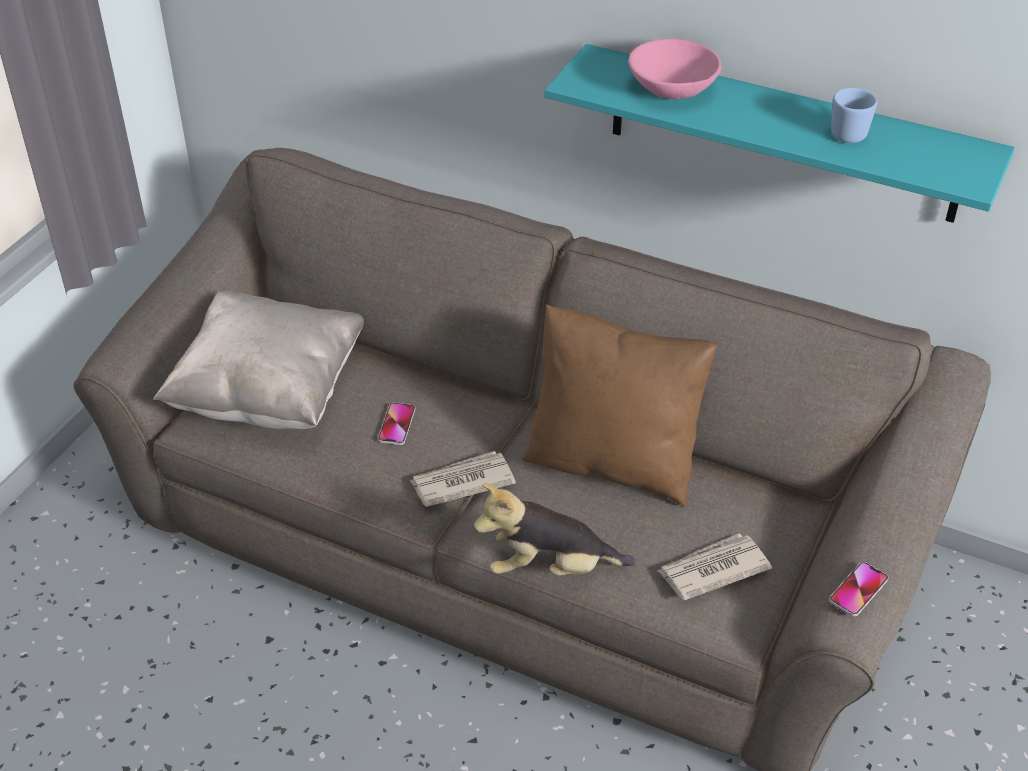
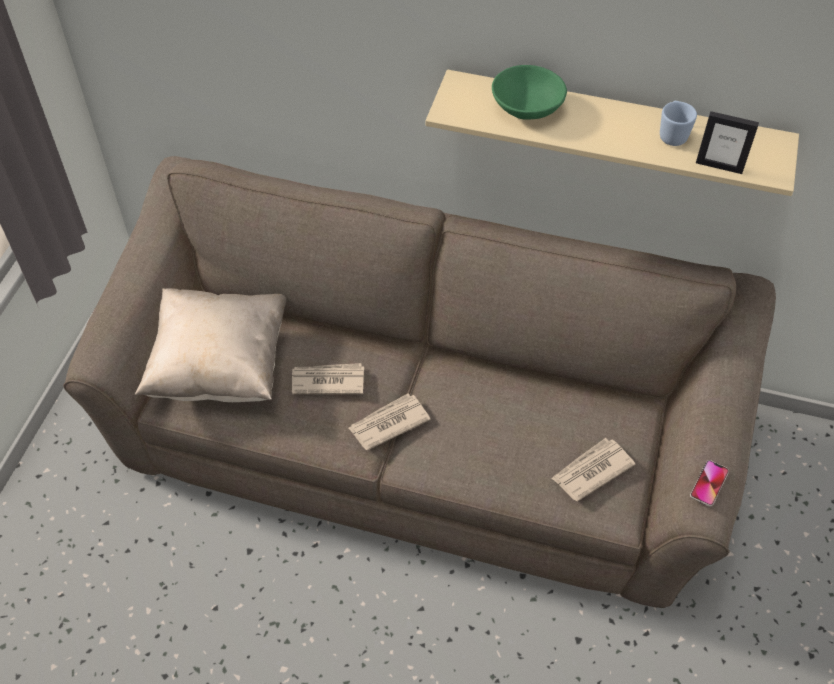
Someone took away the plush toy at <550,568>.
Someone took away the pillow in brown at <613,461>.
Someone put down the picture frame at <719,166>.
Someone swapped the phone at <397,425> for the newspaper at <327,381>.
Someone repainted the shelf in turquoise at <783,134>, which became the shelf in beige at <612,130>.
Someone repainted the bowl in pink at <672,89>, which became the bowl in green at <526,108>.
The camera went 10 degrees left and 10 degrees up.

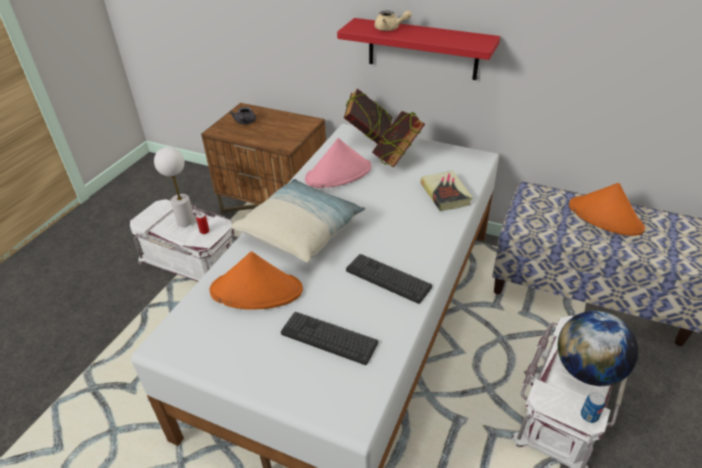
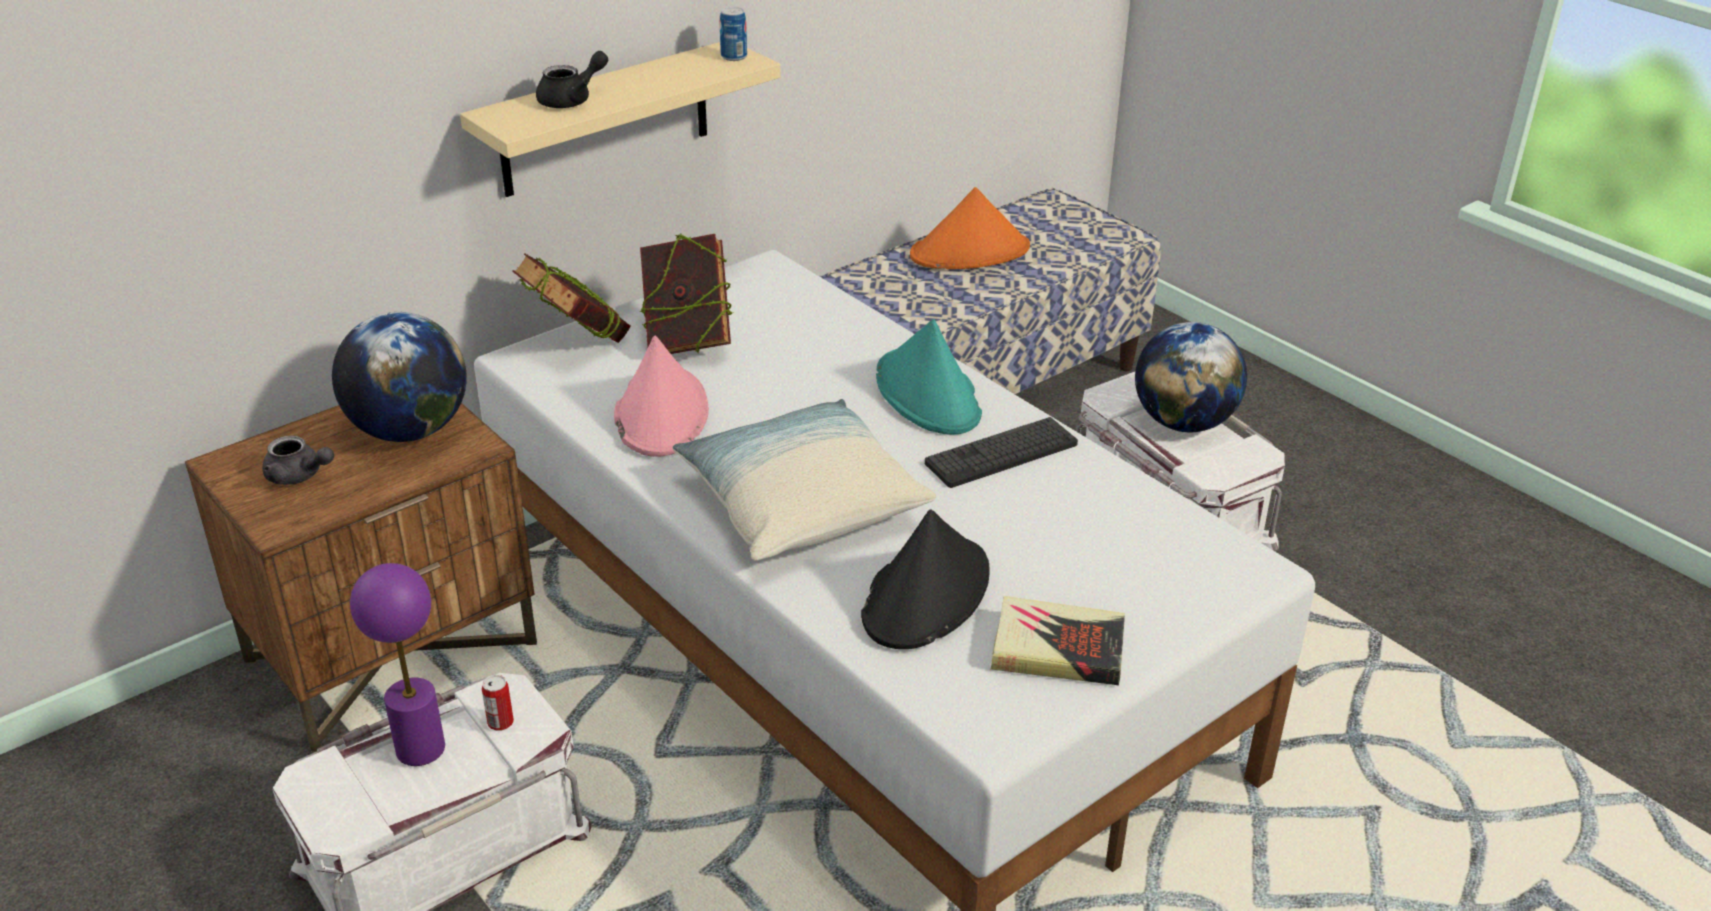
Someone took away the keyboard at <329,338>.
Someone put down the globe at <409,430>.
Someone put down the hat in turquoise at <928,394>.
Someone carried the book from <445,194> to <1057,649>.
Someone carried the can from <589,416> to <734,57>.
Someone repainted the table lamp in white at <185,220>, which became the table lamp in purple at <419,748>.
Someone repainted the hat in orange at <257,290>, which became the hat in black at <926,594>.
Someone repainted the shelf in red at <422,49>, which became the shelf in beige at <605,119>.
Someone repainted the teapot in beige at <390,29>, which became the teapot in black at <572,100>.
The camera went 65 degrees left and 5 degrees down.

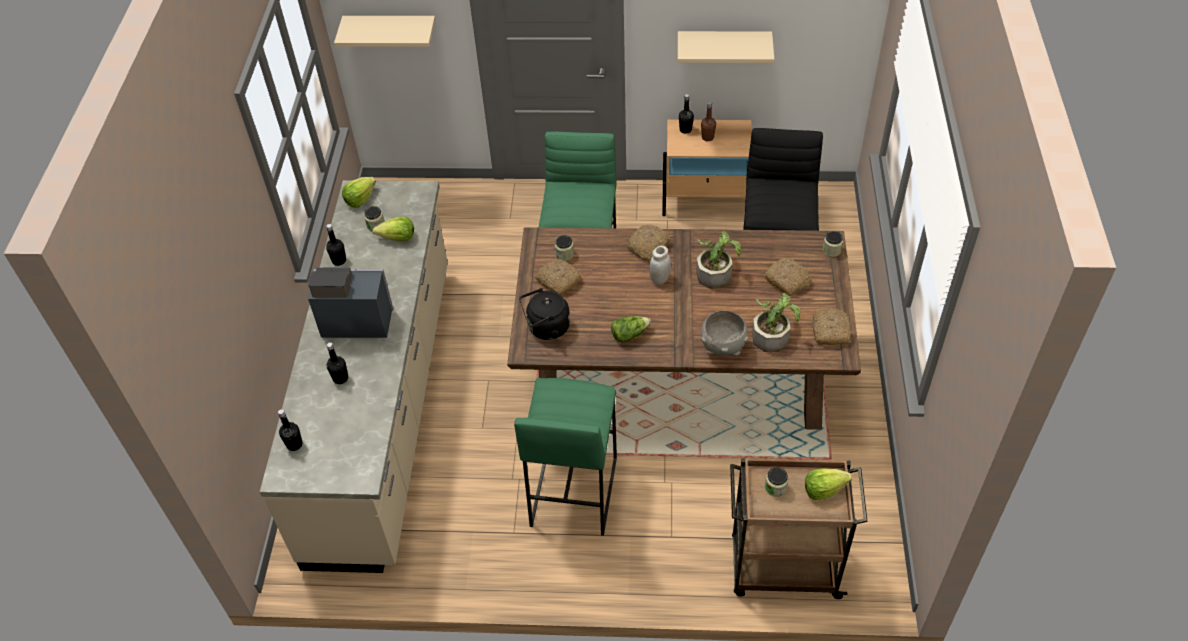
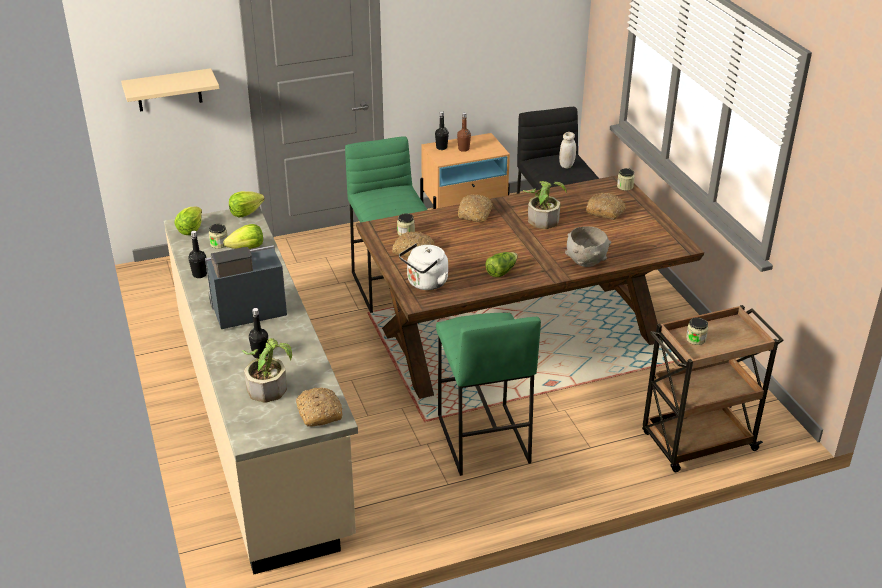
Someone took away the bottle in black at <294,444>.
Someone took away the shelf in beige at <723,46>.
Someone carried the jar in white from <660,279> to <566,165>.
Someone carried the potted plant from <773,334> to <269,385>.
Someone carried the lettuce from <824,489> to <246,212>.
Someone carried the bread from <829,330> to <318,412>.
Someone repainted the kettle in black at <546,328>, which became the kettle in white at <425,283>.
The camera went 25 degrees left and 15 degrees down.

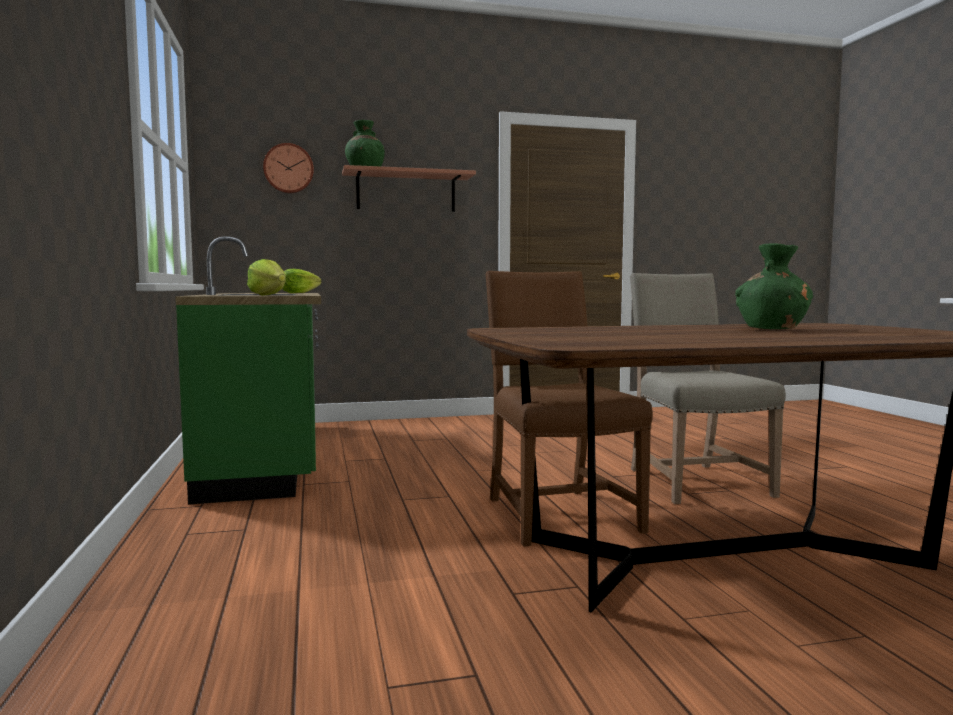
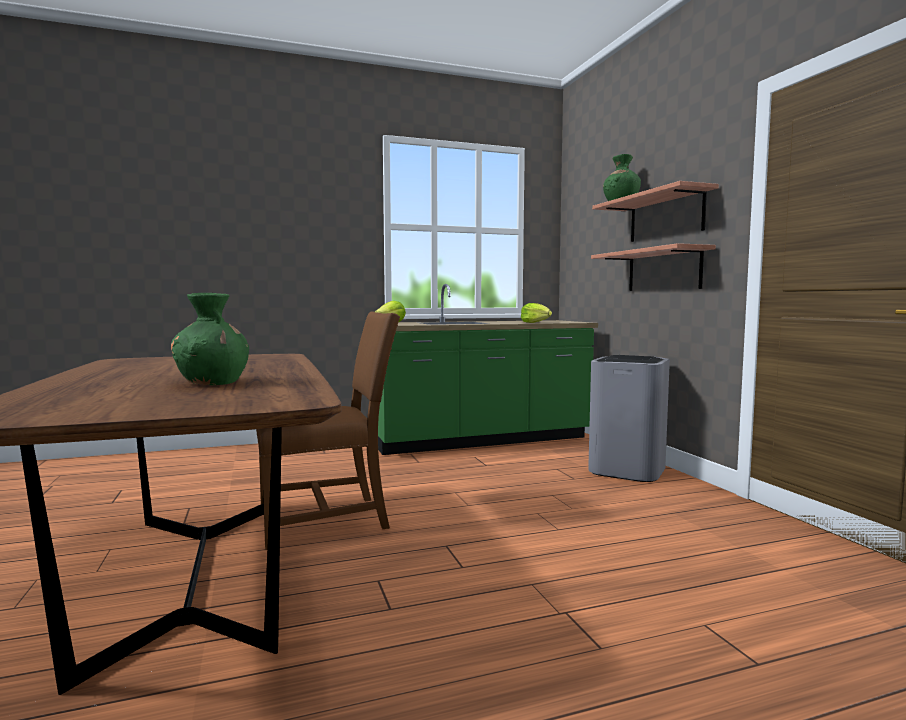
Someone took away the wall clock at <288,168>.
Someone took away the chair in beige at <693,481>.
Someone put down the trash can in grey at <627,469>.
Someone put up the shelf at <663,270>.
The camera went 85 degrees right and 0 degrees up.

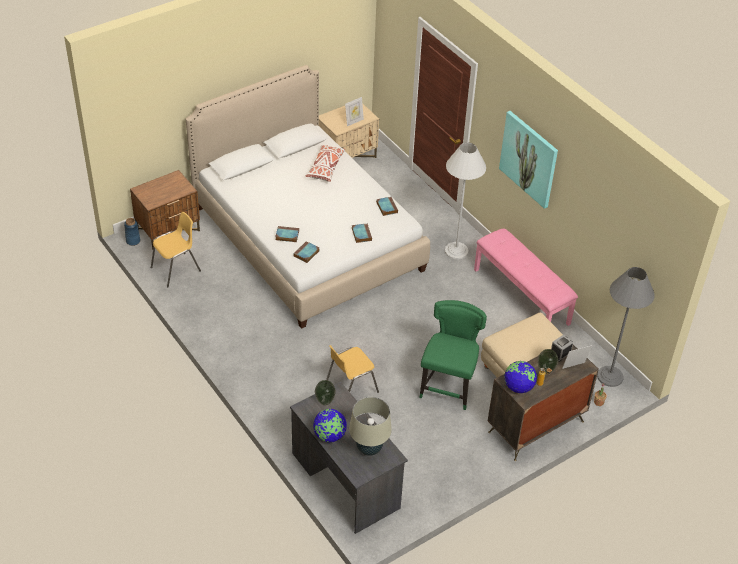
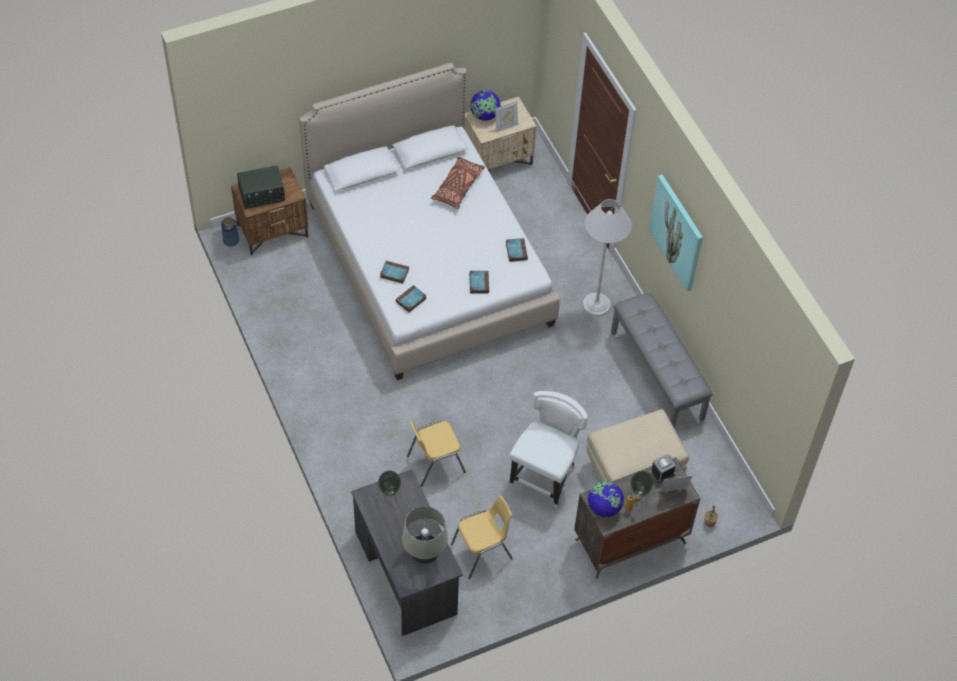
Someone took away the floor lamp in grey at <610,376>.
Someone put down the radio at <262,195>.
Someone carried the chair in yellow from <176,269> to <482,552>.
Someone carried the globe from <329,436> to <484,115>.
Someone repainted the pillow in white at <325,167>, which became the pillow in brown at <458,187>.
Someone repainted the chair in green at <448,387>, which became the chair in white at <545,477>.
Someone repainted the bench in pink at <522,296>, which became the bench in grey at <657,375>.
The camera went 10 degrees right and 10 degrees up.

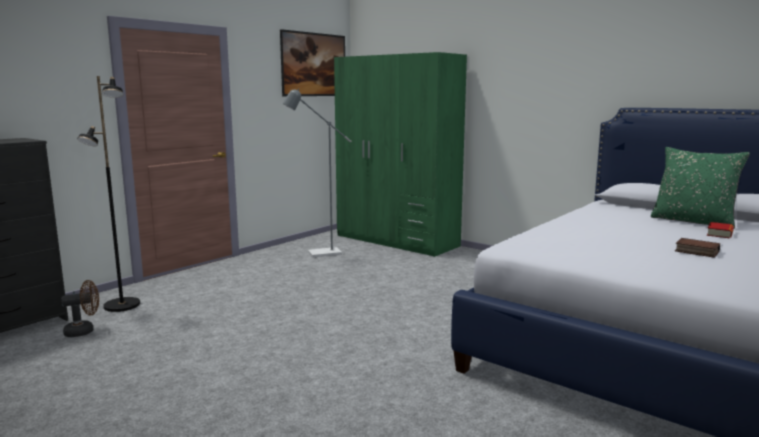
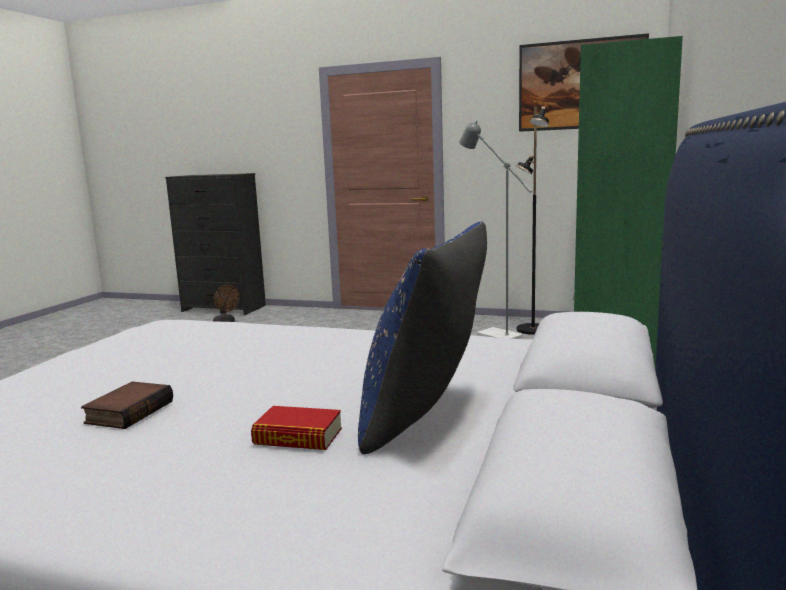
Someone carried the floor lamp in black from <121,305> to <532,330>.
Someone repainted the pillow in green at <693,221>, which became the pillow in blue at <425,416>.
The camera went 70 degrees right and 0 degrees up.

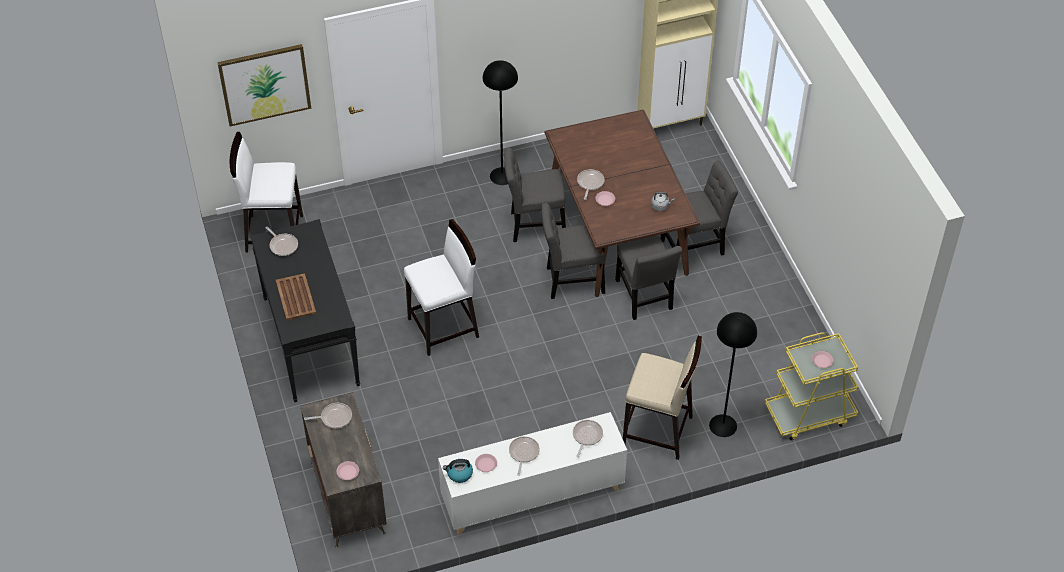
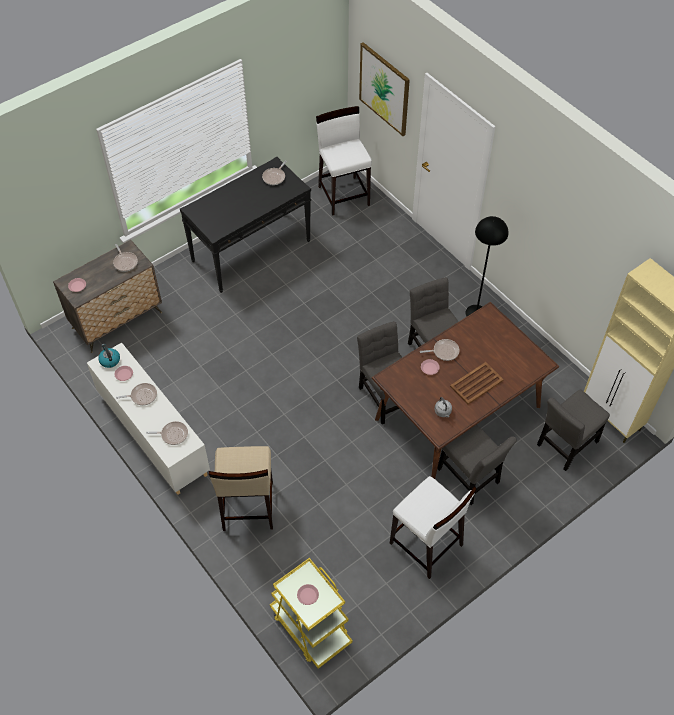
Someone took away the floor lamp in black at <723,426>.
Someone carried the tray in brown from <295,298> to <476,383>.
Someone carried the stool in white from <444,328> to <426,545>.
Someone carried the chair in grey from <644,297> to <565,445>.
The camera went 70 degrees right and 5 degrees up.

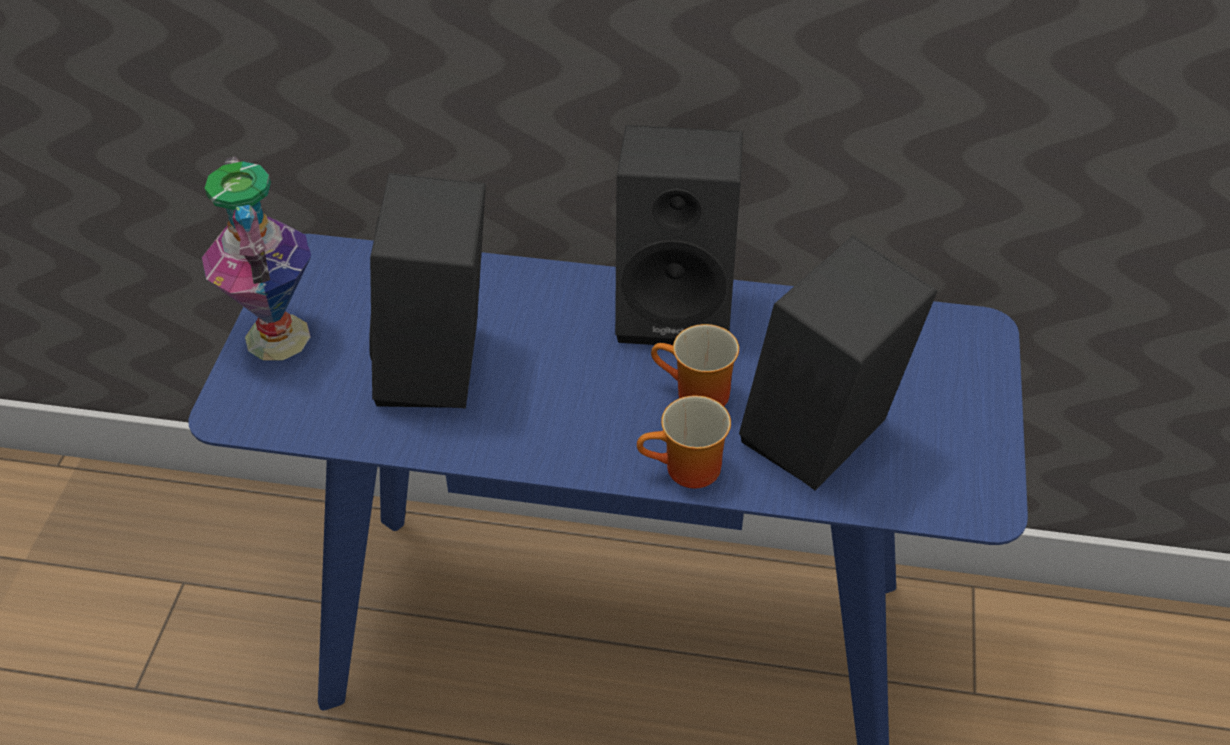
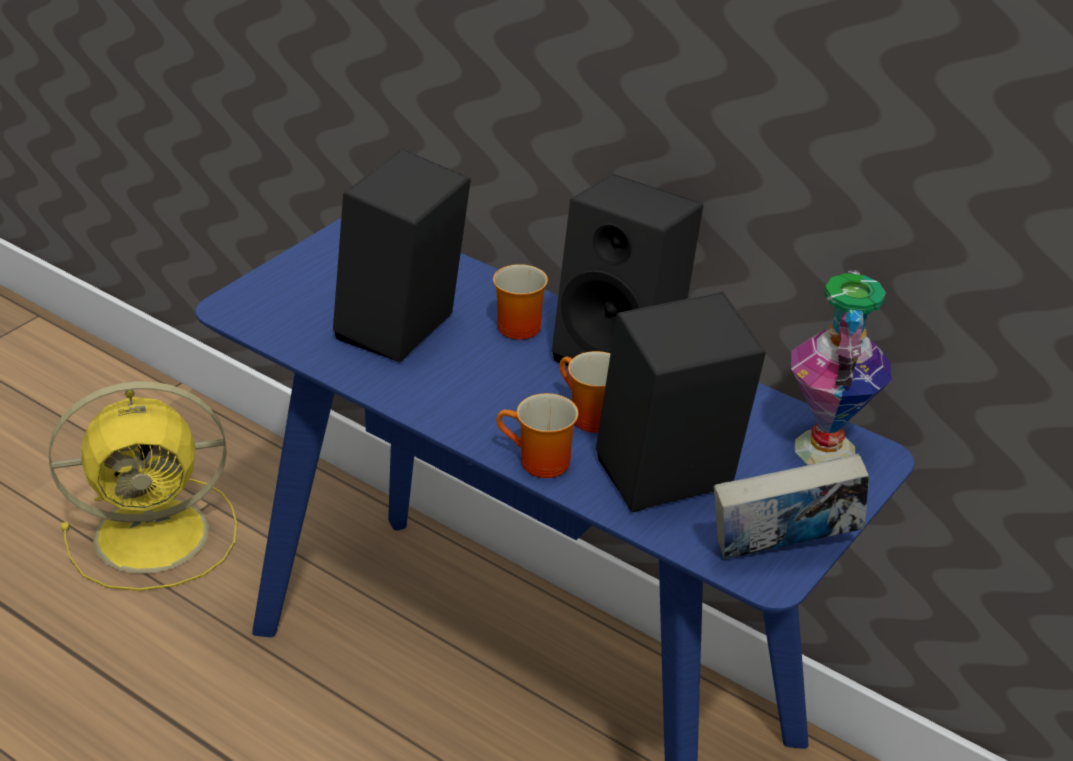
Someone put down the fan in yellow at <157,534>.
Someone put down the mug at <515,324>.
Someone put down the book at <782,552>.
Someone carried the vase from <279,337> to <826,449>.
The camera went 25 degrees right and 10 degrees down.

